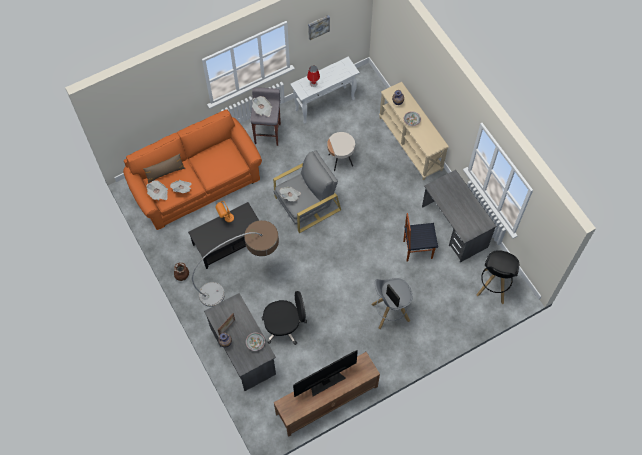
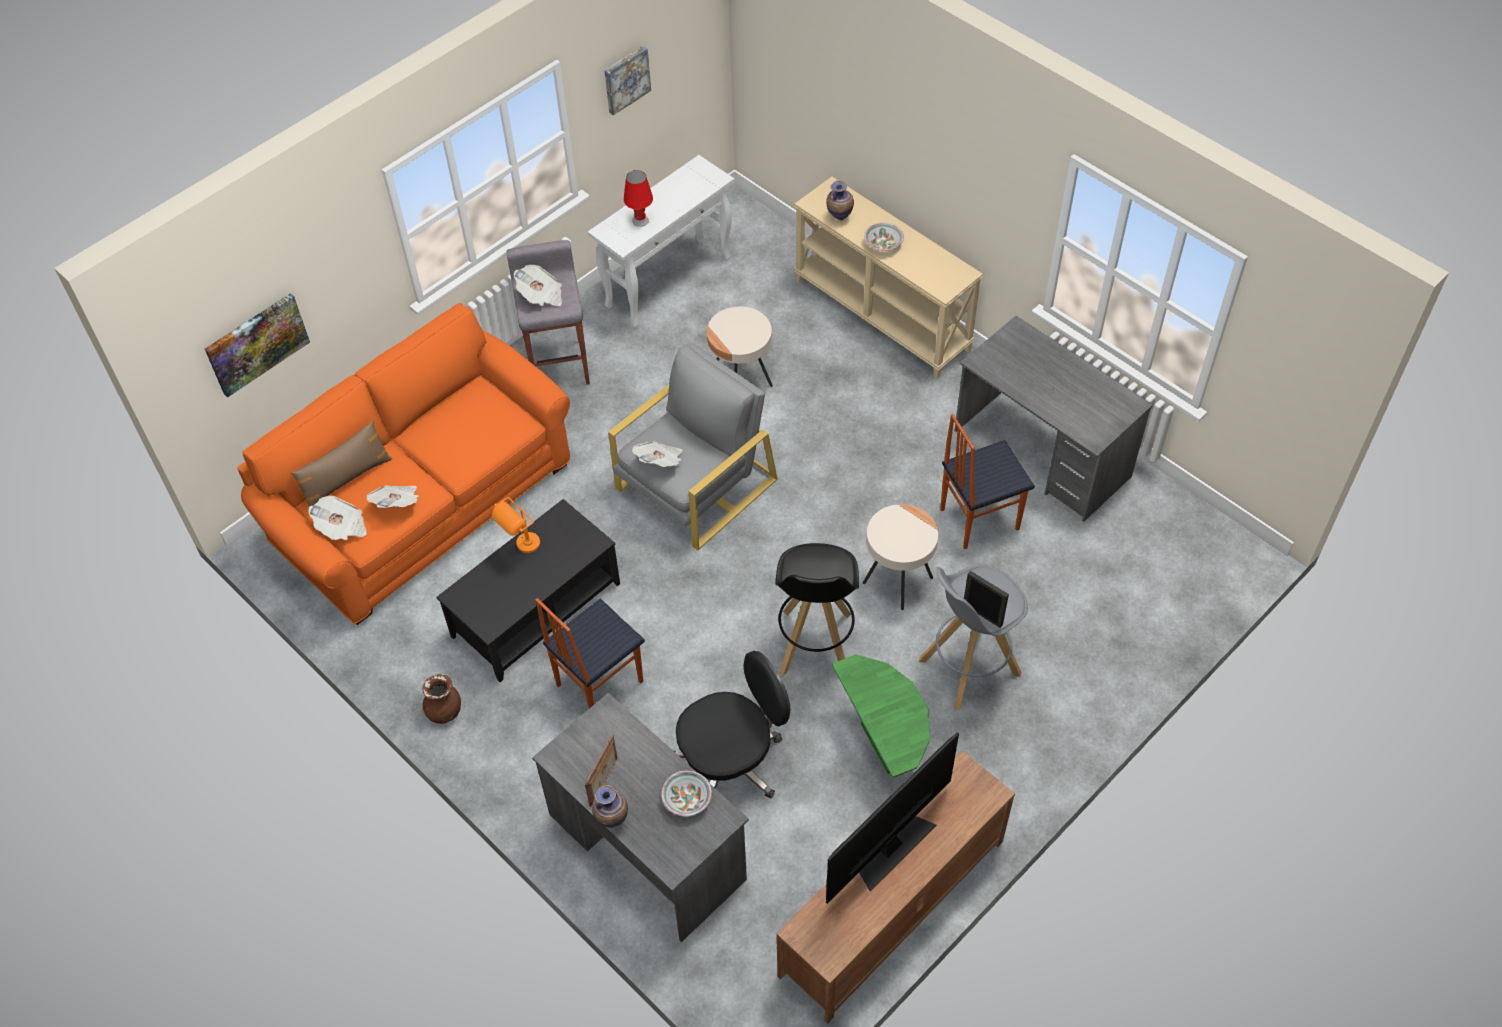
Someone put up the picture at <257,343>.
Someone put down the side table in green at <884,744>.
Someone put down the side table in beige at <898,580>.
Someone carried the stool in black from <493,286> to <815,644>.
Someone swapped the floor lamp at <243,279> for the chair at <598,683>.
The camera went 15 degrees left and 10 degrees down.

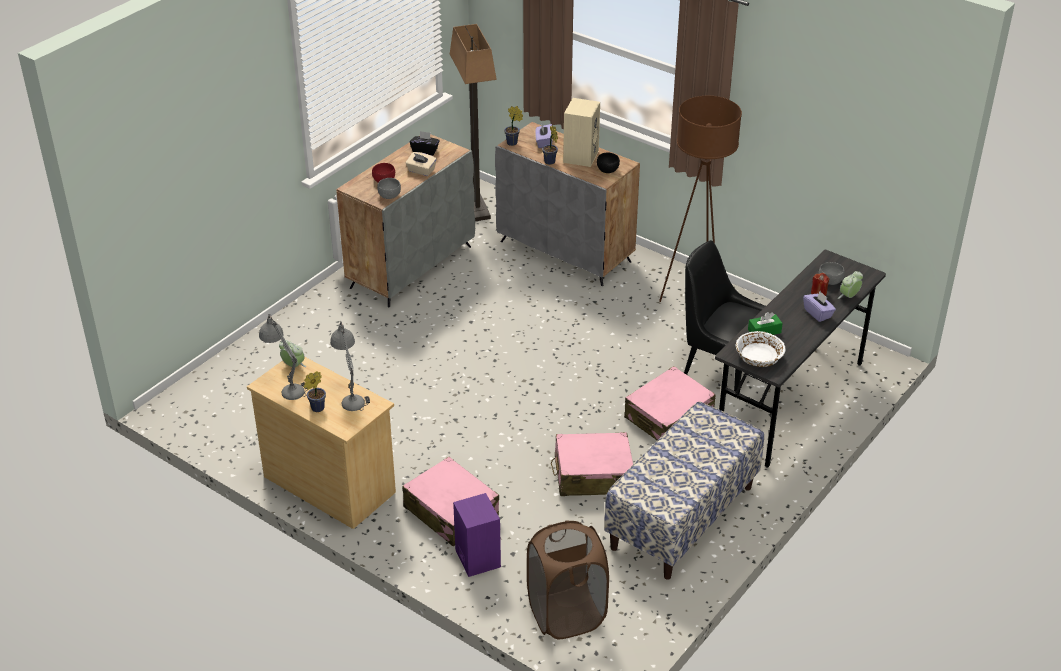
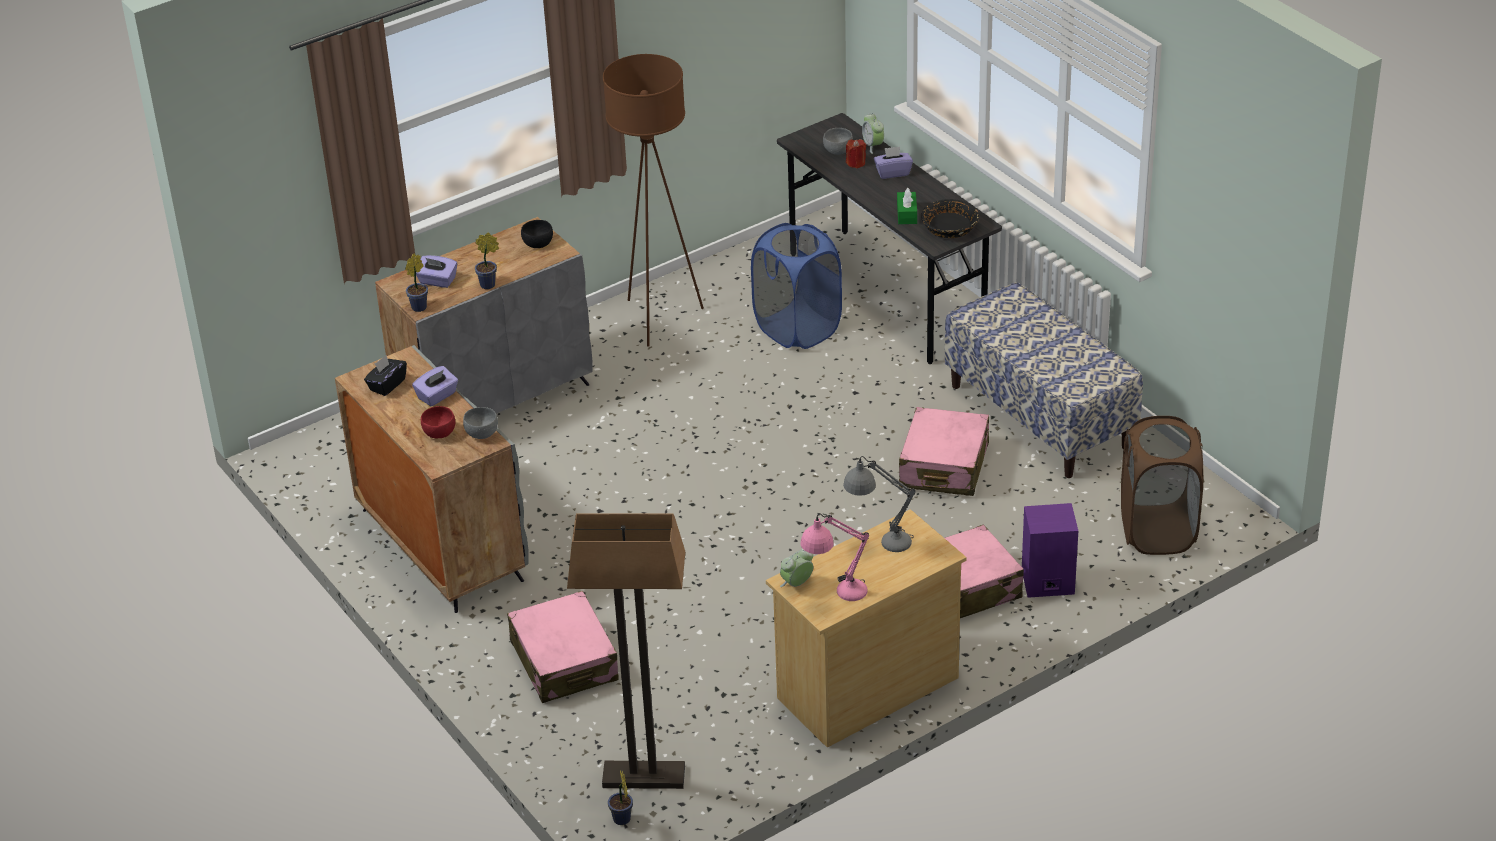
Someone took away the speaker in beige at <580,156>.
Someone carried the potted plant from <316,408> to <622,821>.
Someone carried the floor lamp from <476,207> to <643,777>.
Someone carried the suitcase in pink from <669,417> to <564,661>.
Someone swapped the chair in black at <721,366> for the laundry basket in blue at <797,328>.
Someone repainted the table lamp in grey at <286,386>, which became the table lamp in pink at <836,595>.
Someone repainted the tissue box in beige at <421,171>, which became the tissue box in purple at <437,396>.
Someone repainted the bowl in white at <758,357>, which became the bowl in black at <949,228>.
The camera went 70 degrees left and 0 degrees up.

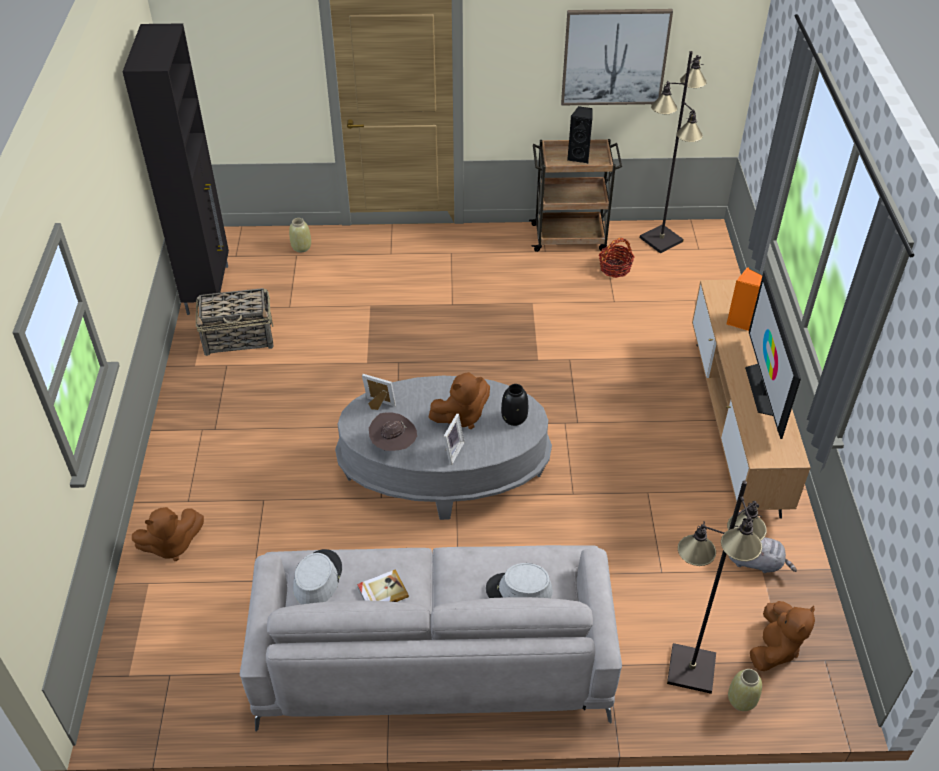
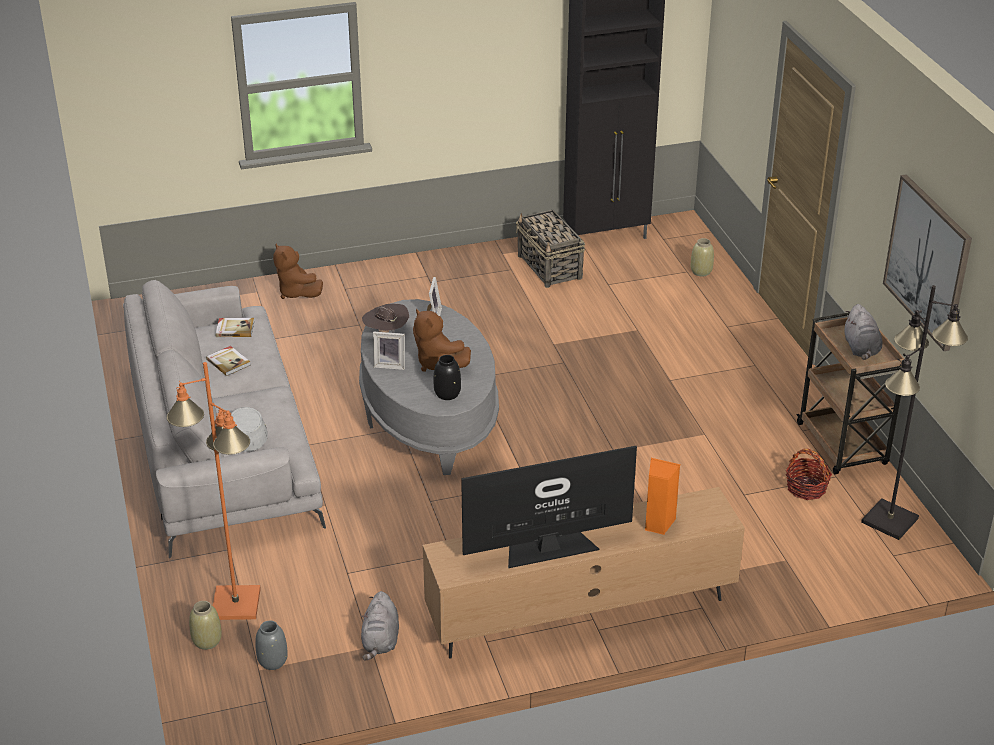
Someone swapped the hat in grey at <317,578> for the book at <234,329>.
Someone swapped the speaker in black at <579,157> for the plush toy in grey at <861,348>.
Someone swapped the plush toy in brown at <774,648> for the vase in grey at <272,661>.
Someone repainted the floor lamp in black at <690,669>, which became the floor lamp in orange at <235,603>.
The camera went 75 degrees right and 10 degrees down.

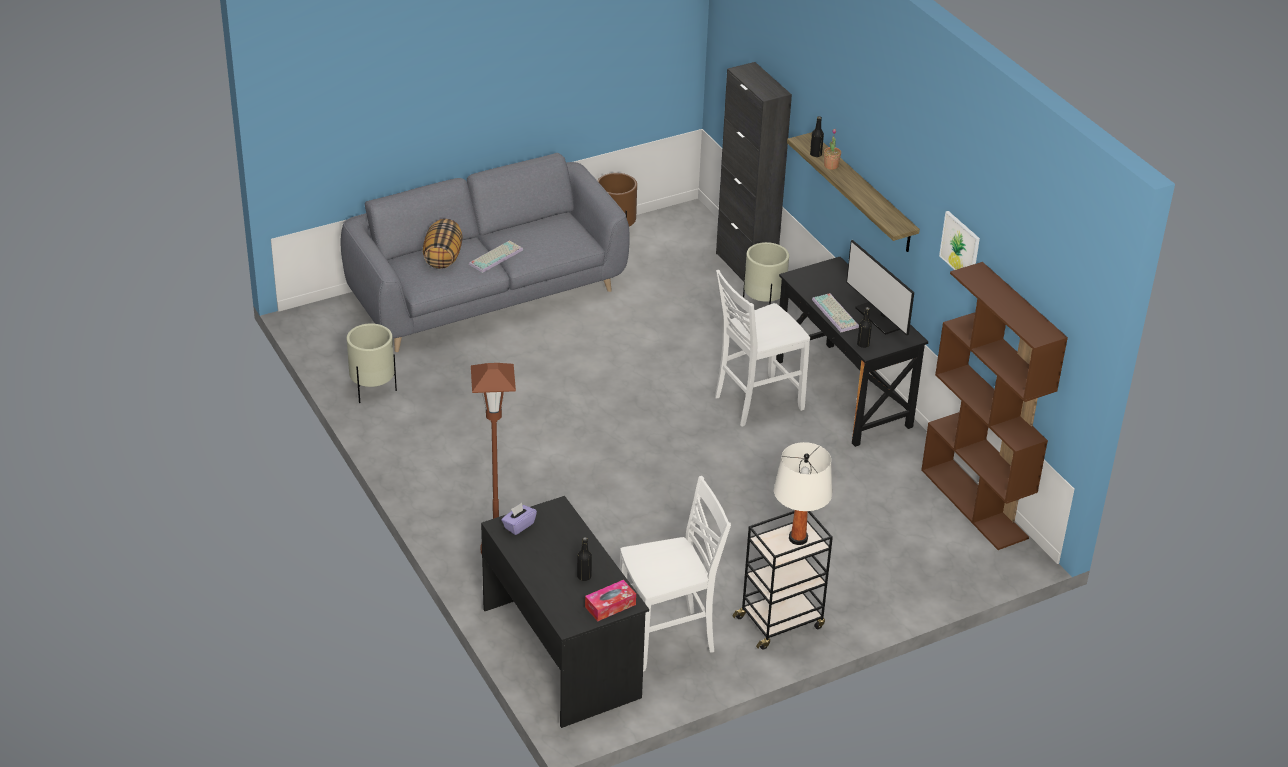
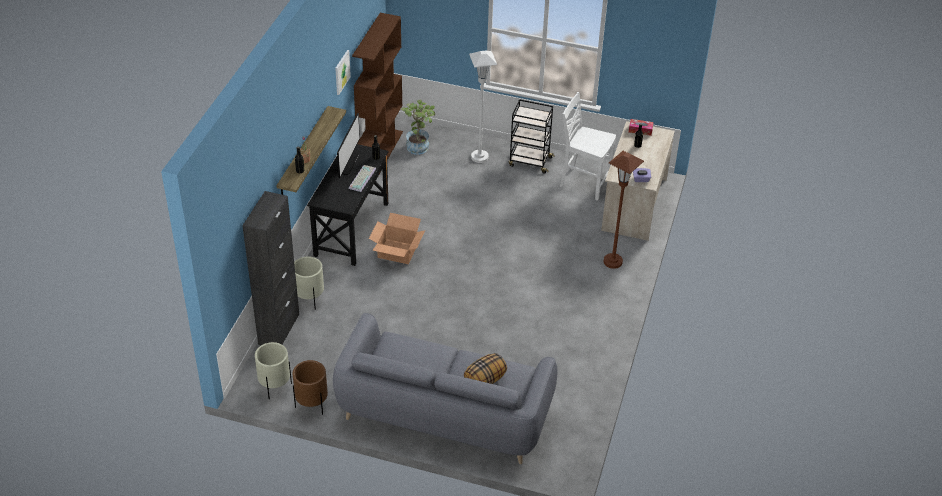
Someone took away the keyboard at <496,256>.
Someone took away the table lamp in white at <798,538>.
Someone put down the potted plant at <419,145>.
Someone put down the floor lamp in white at <479,157>.
Someone carried the planter in beige from <373,390> to <274,386>.
Someone swapped the chair in white at <756,402> for the cardboard box at <397,252>.
Someone repainted the desk in black at <562,652>, which became the desk in beige at <633,204>.
The camera went 135 degrees left and 5 degrees up.

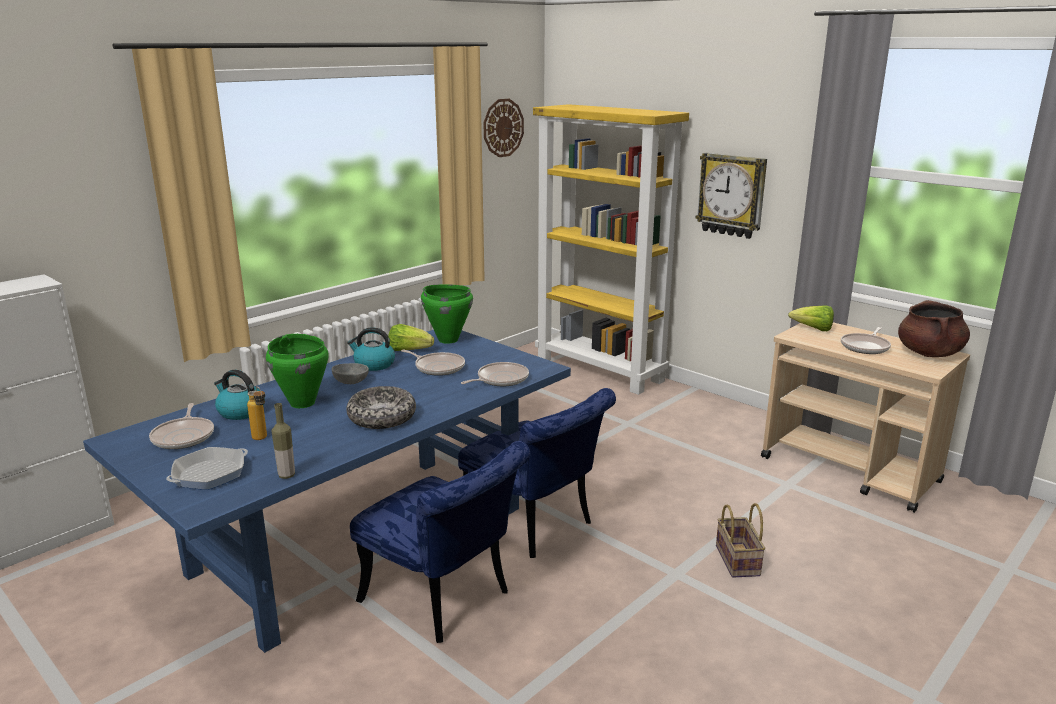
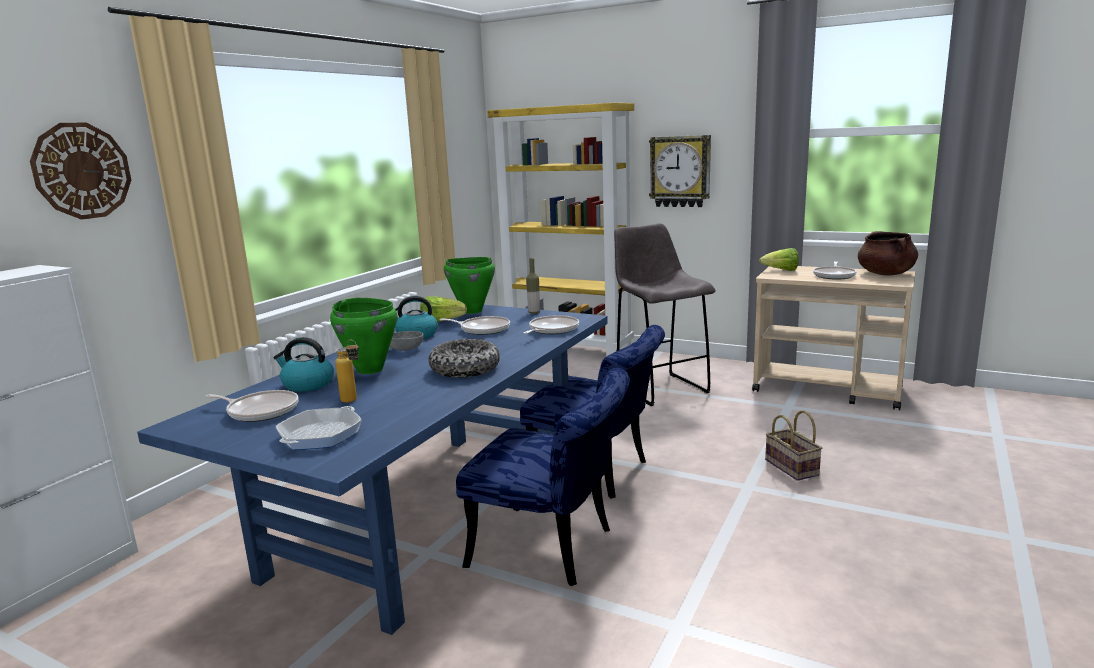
Someone put down the stool in grey at <660,388>.
Someone carried the bottle from <286,475> to <534,312>.
Someone carried the wall clock from <503,128> to <82,171>.
Someone rotated the frying pan at <184,436> by 45 degrees counterclockwise.
The camera went 15 degrees left and 5 degrees down.

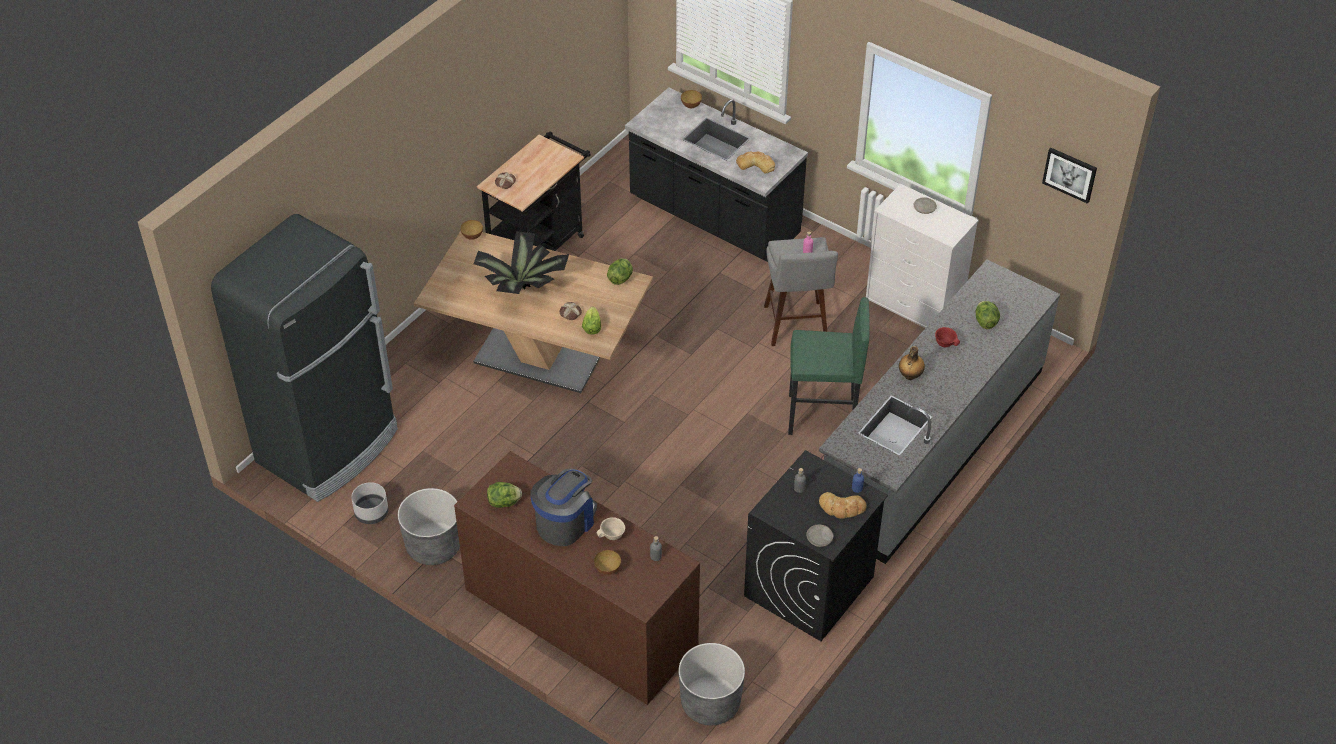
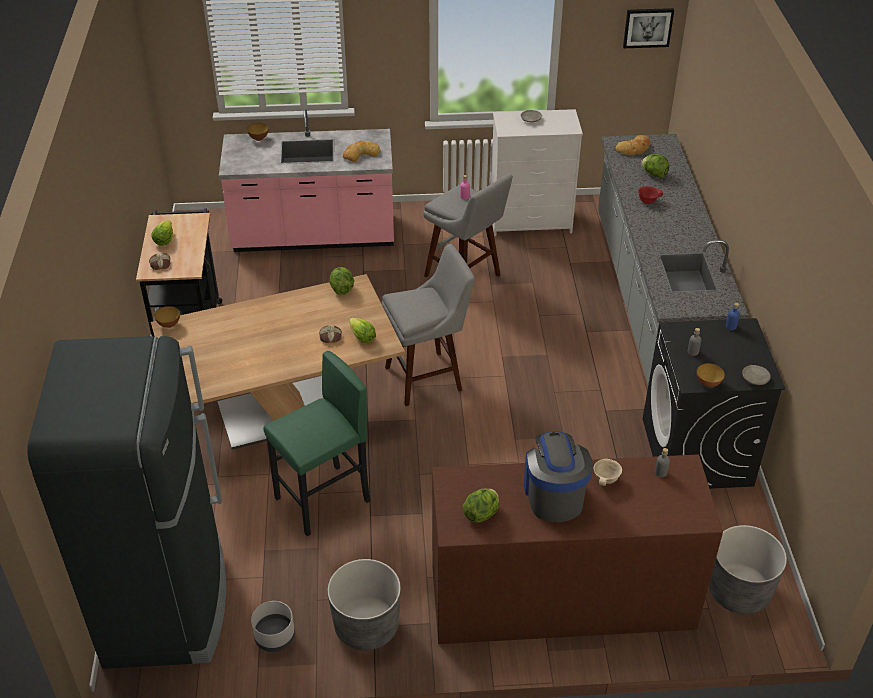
Someone took away the potted plant at <523,288>.
Someone took away the bottle at <909,376>.
Someone put down the lettuce at <164,240>.
Someone put down the stool in grey at <428,377>.
Someone carried the bowl from <607,569> to <708,383>.
Someone carried the stool in green from <822,416> to <323,500>.
Someone carried the bread from <842,508> to <634,148>.
Someone repainted the counter in black at <713,217>, which became the counter in pink at <314,236>.
The camera went 40 degrees left and 5 degrees down.

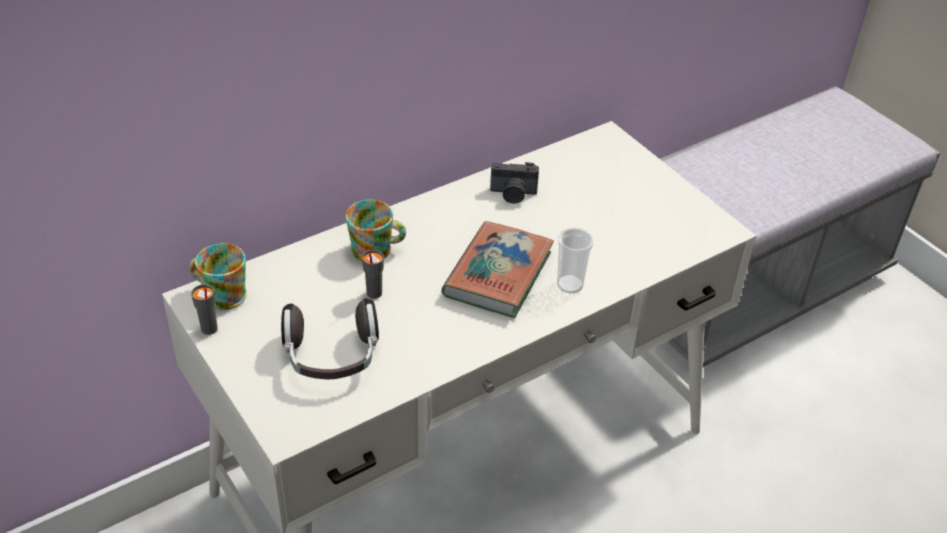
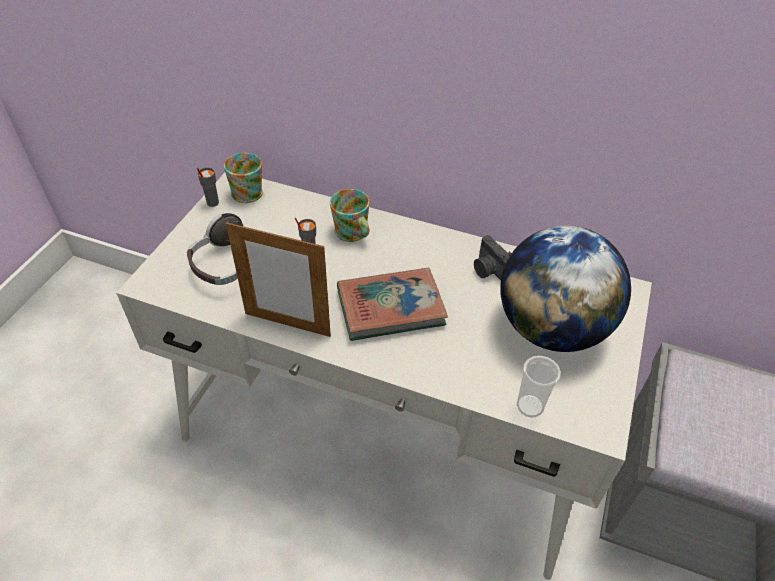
Someone put down the picture frame at <287,324>.
Someone put down the globe at <551,328>.
Someone carried the cup from <570,284> to <530,406>.
The camera went 55 degrees right and 5 degrees up.

